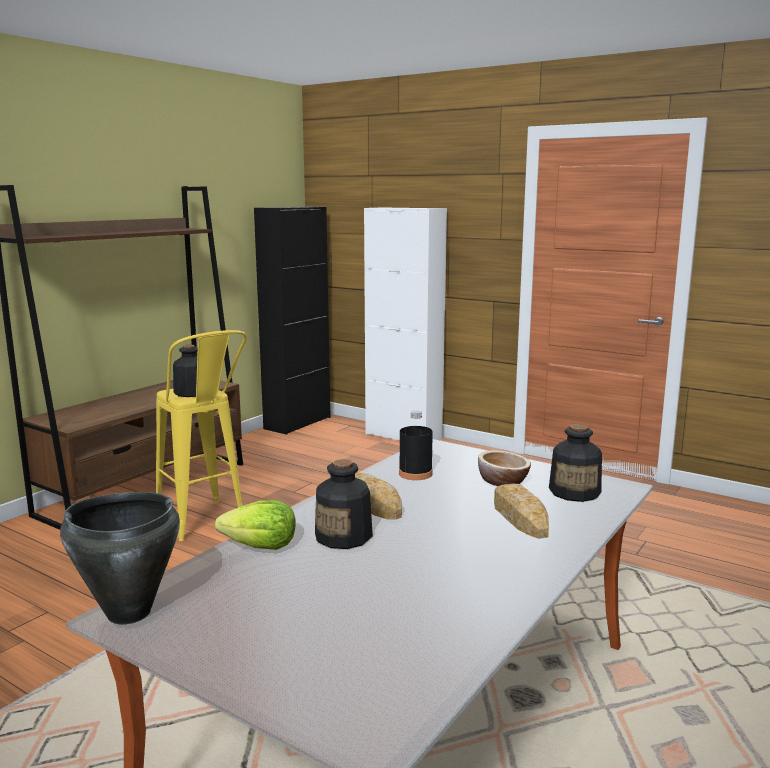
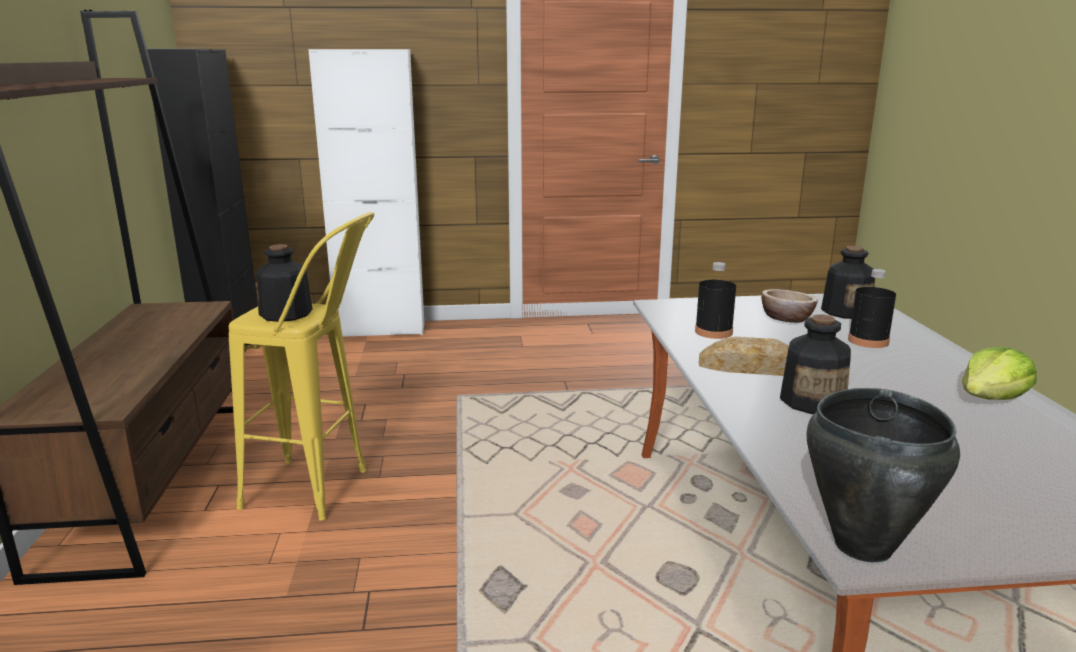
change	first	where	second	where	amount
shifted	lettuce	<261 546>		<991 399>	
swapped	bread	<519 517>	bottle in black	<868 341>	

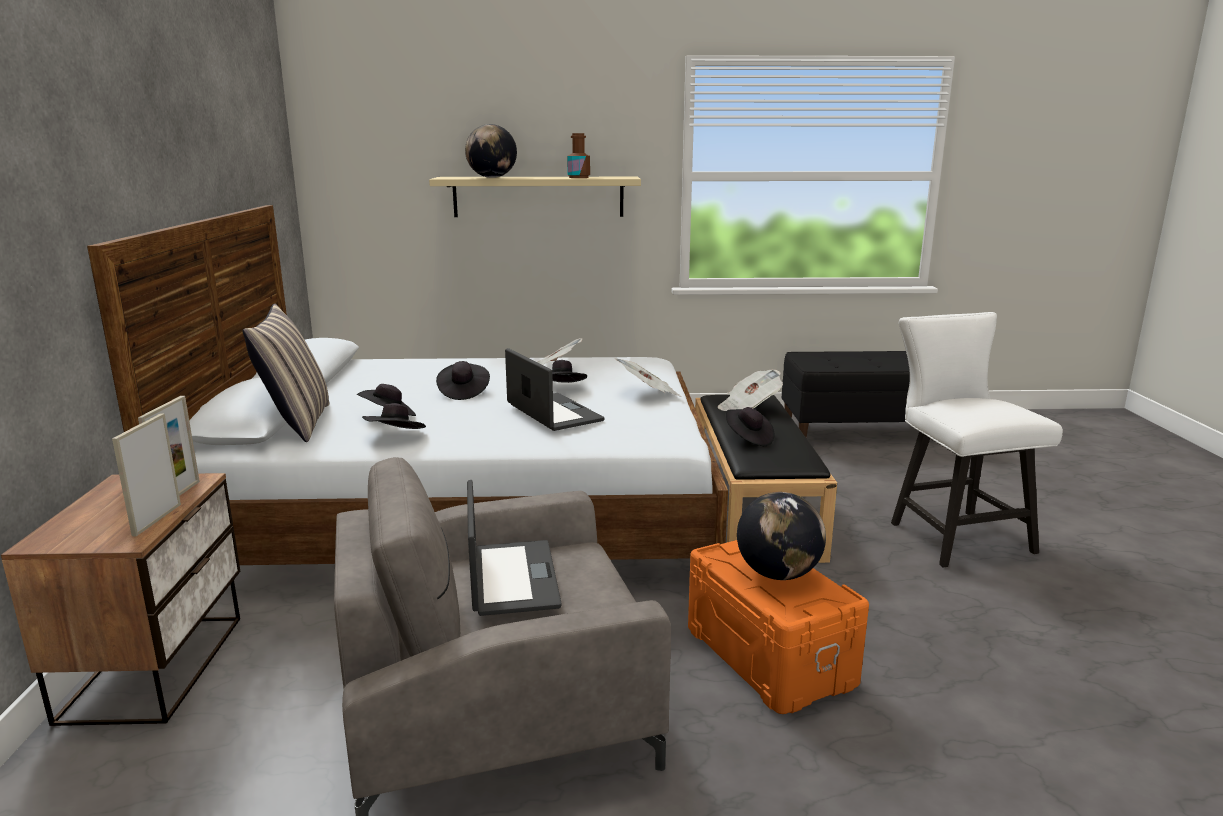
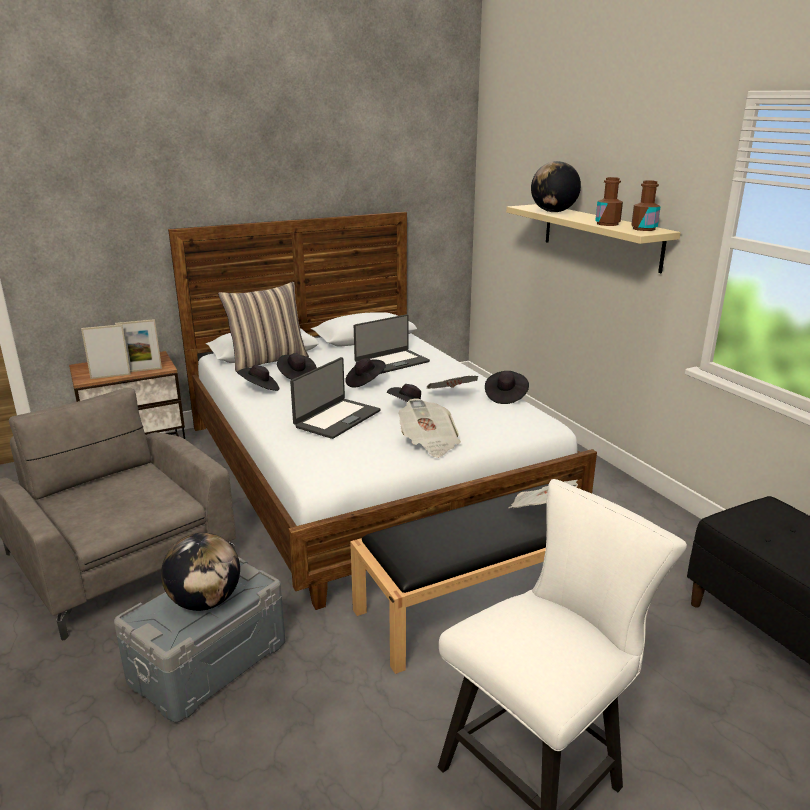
change	first	where	second	where	amount
new			bottle in brown	<644 229>	
shifted	laptop	<511 578>		<391 362>	
shifted	hat in black	<748 439>		<505 396>	
repainted	storage box in orange	<770 655>	storage box in grey	<210 663>	

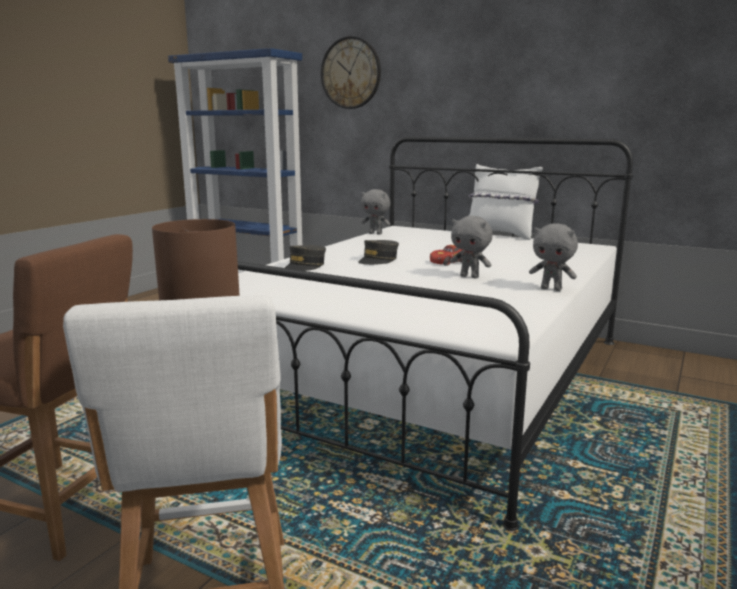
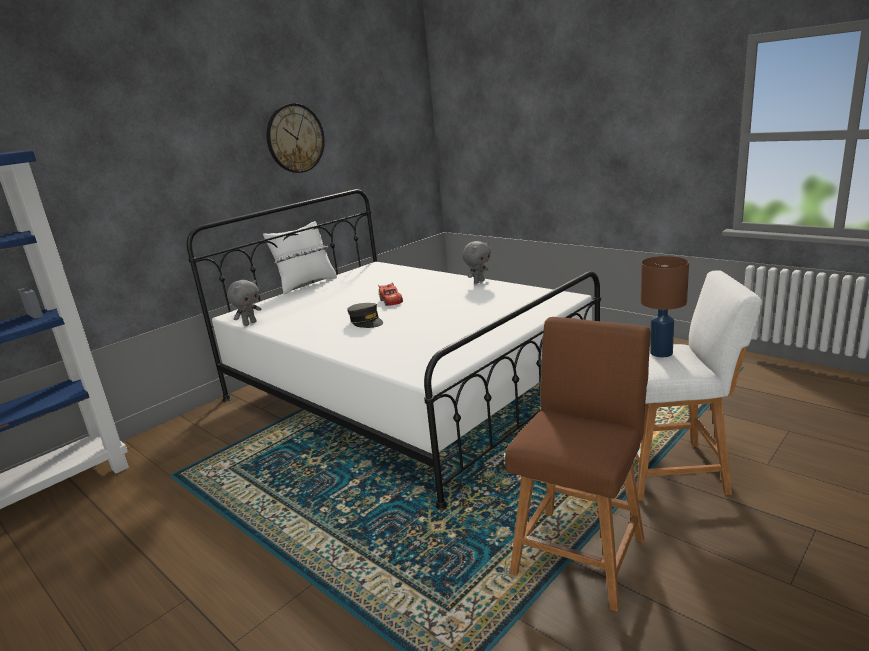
change	first	where	second	where	amount
gone	cap in grey	<305 266>			
gone	plush toy in grey	<470 276>			
shifted	wall clock	<351 73>		<295 138>	

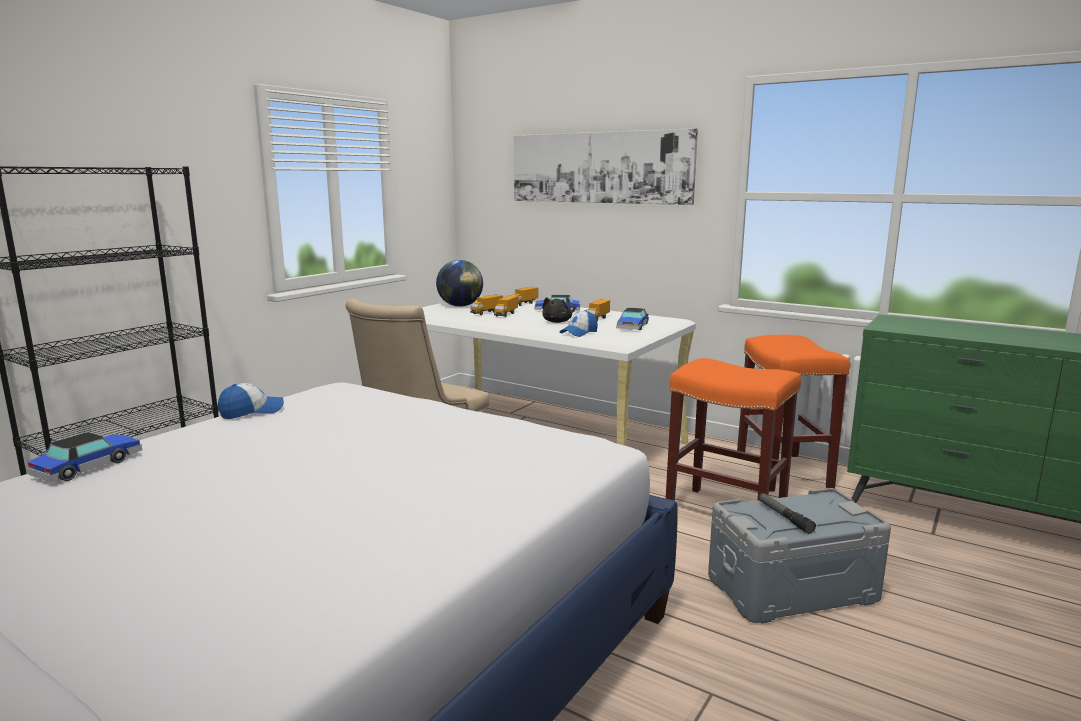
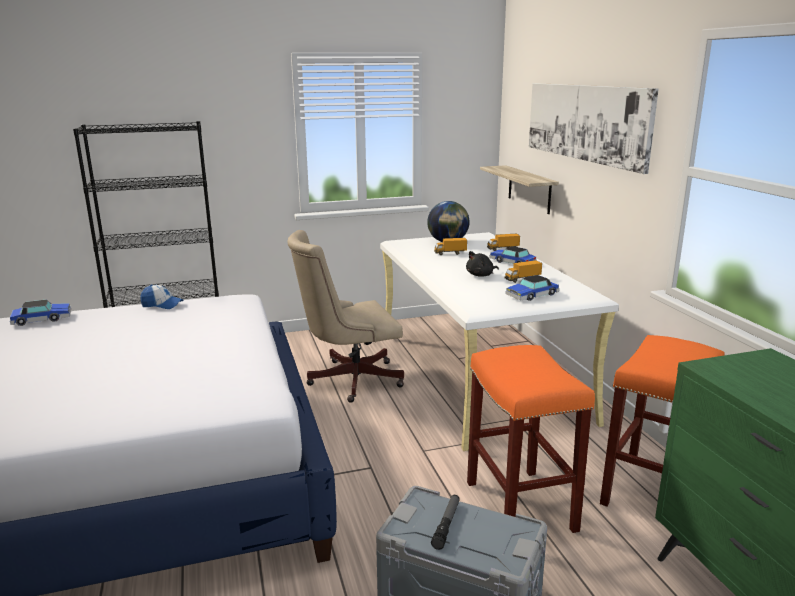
change	first	where	second	where	amount
gone	toy truck	<506 314>			
gone	cap	<579 333>			
new			shelf	<529 189>	

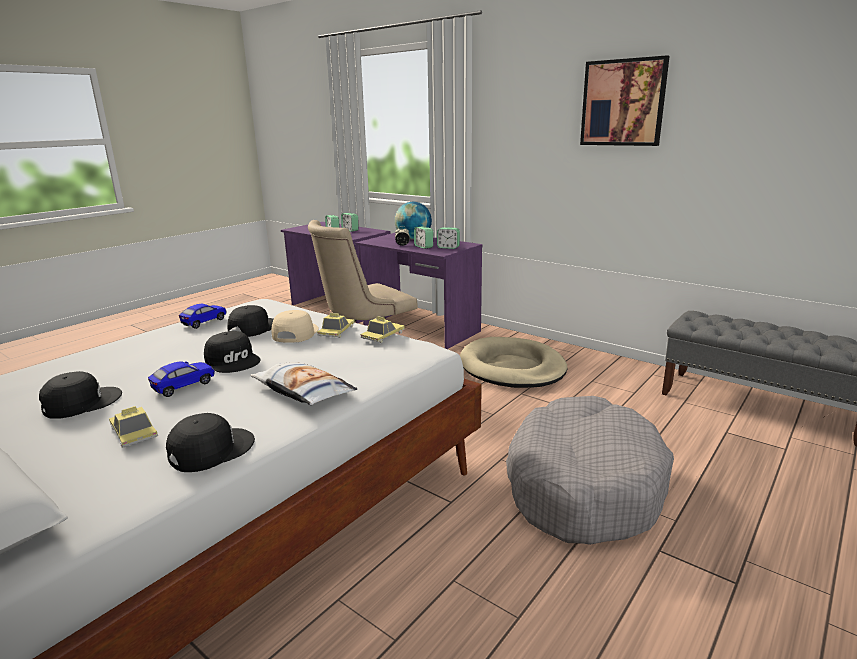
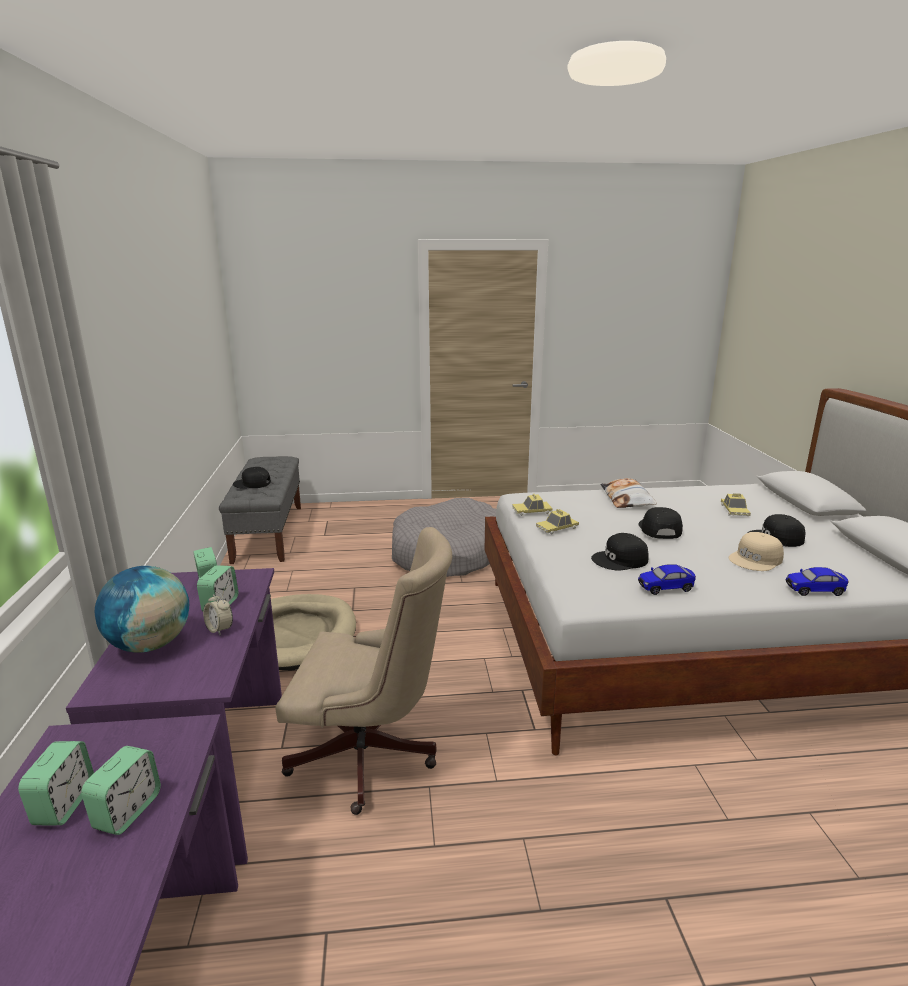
change	first	where	second	where	amount
gone	picture	<623 103>			
shifted	toy car	<184 386>		<814 590>	
shifted	cap in black	<210 449>		<252 484>	
shifted	cap in beige	<294 333>		<756 559>	

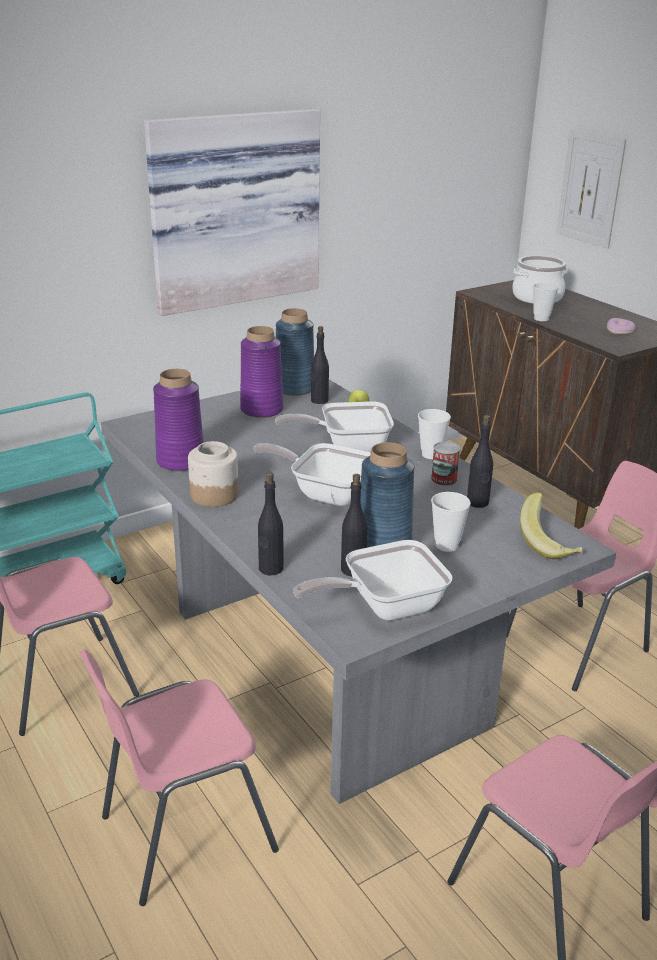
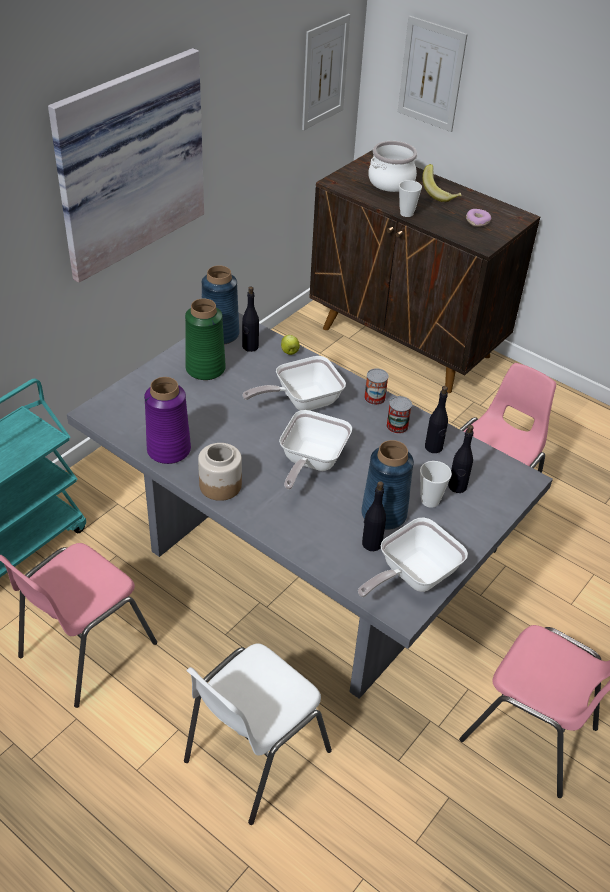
change	first	where	second	where	amount
new			picture	<325 72>	
shifted	bottle in black	<270 569>		<457 486>	
shifted	banana	<549 544>		<440 194>	
swapped	cup	<431 455>	can	<374 398>	
repainted	chair in pink	<183 833>	chair in white	<253 757>	
repainted	vase in purple	<262 409>	vase in green	<205 368>	
rotated	frying pan	<325 493>		<310 462>	75 degrees counterclockwise

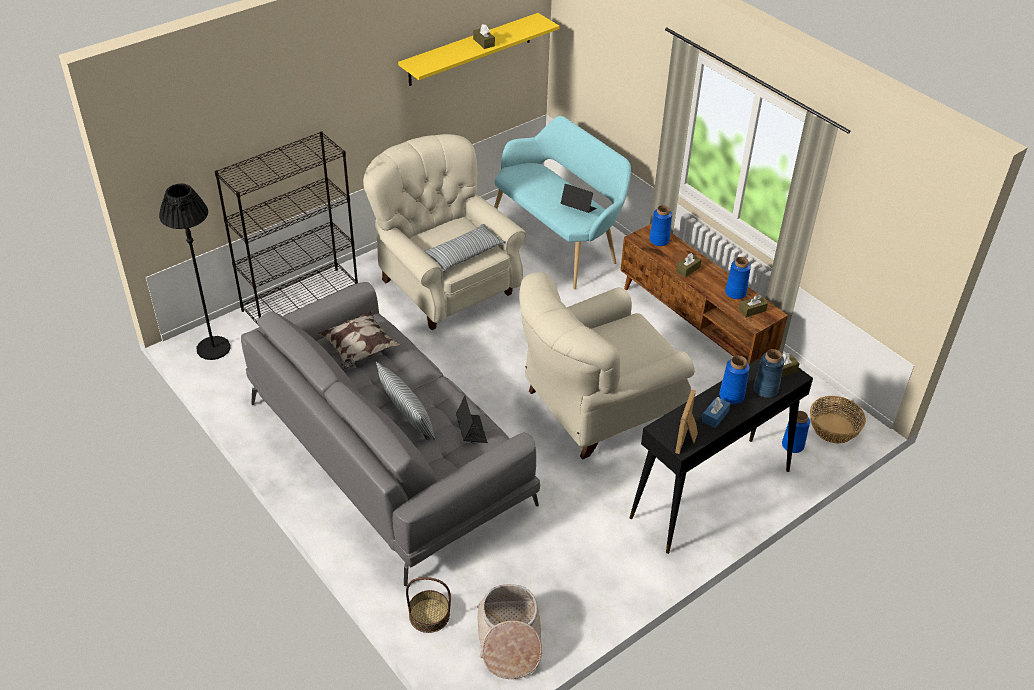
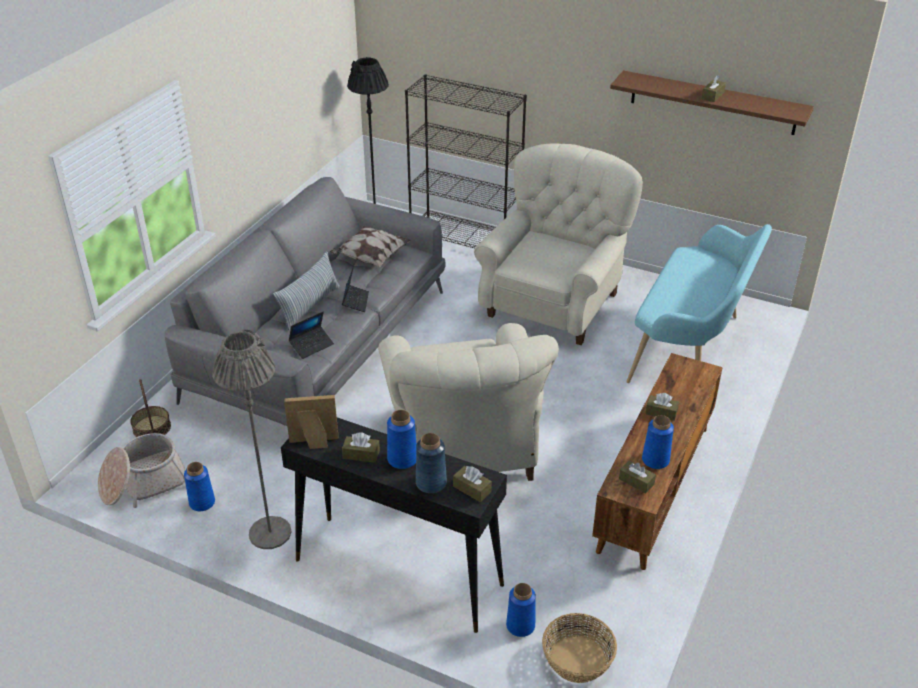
change	first	where	second	where	amount
gone	pillow	<463 254>			
new			floor lamp in grey	<270 533>	
shifted	laptop	<578 209>		<355 301>	
shifted	vase in blue	<659 240>		<202 502>	
repainted	shelf in yellow	<470 49>	shelf in brown	<713 103>	
repainted	tissue box in blue	<715 416>	tissue box in brown	<361 454>	
rotated	armchair in beige	<595 408>		<464 450>	135 degrees counterclockwise

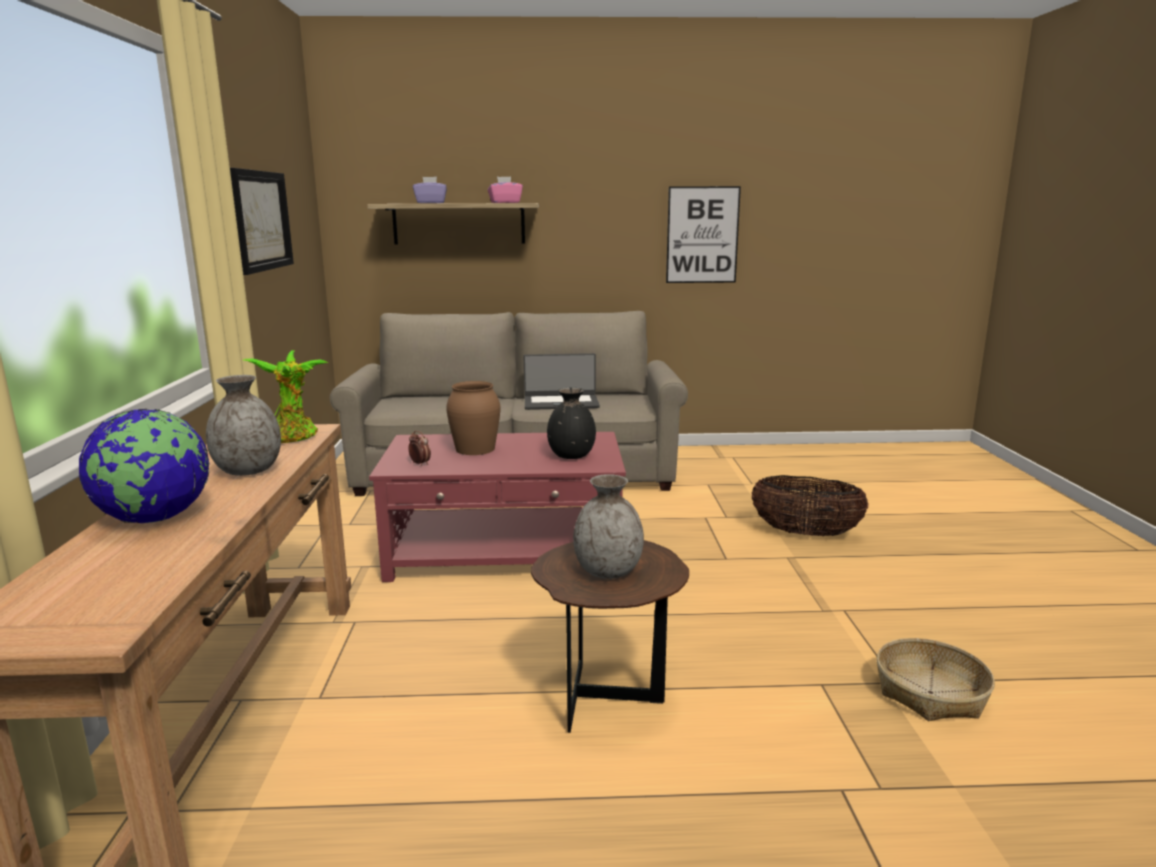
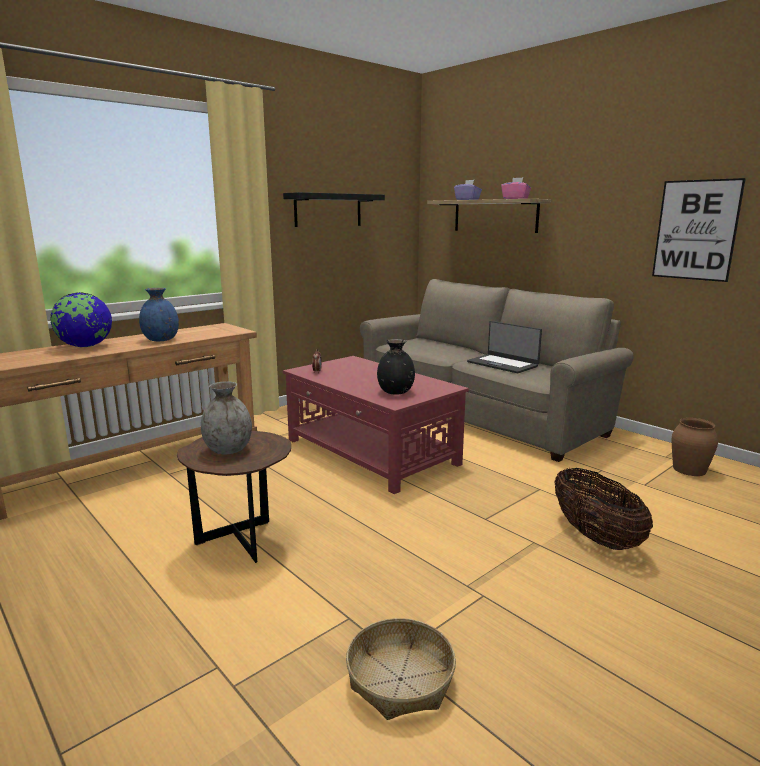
change	first	where	second	where	amount
gone	potted plant	<291 437>			
shifted	vase in brown	<475 449>		<689 469>	
swapped	picture	<261 220>	shelf in black	<328 210>	
repainted	vase in grey	<248 471>	vase in blue	<161 340>	

